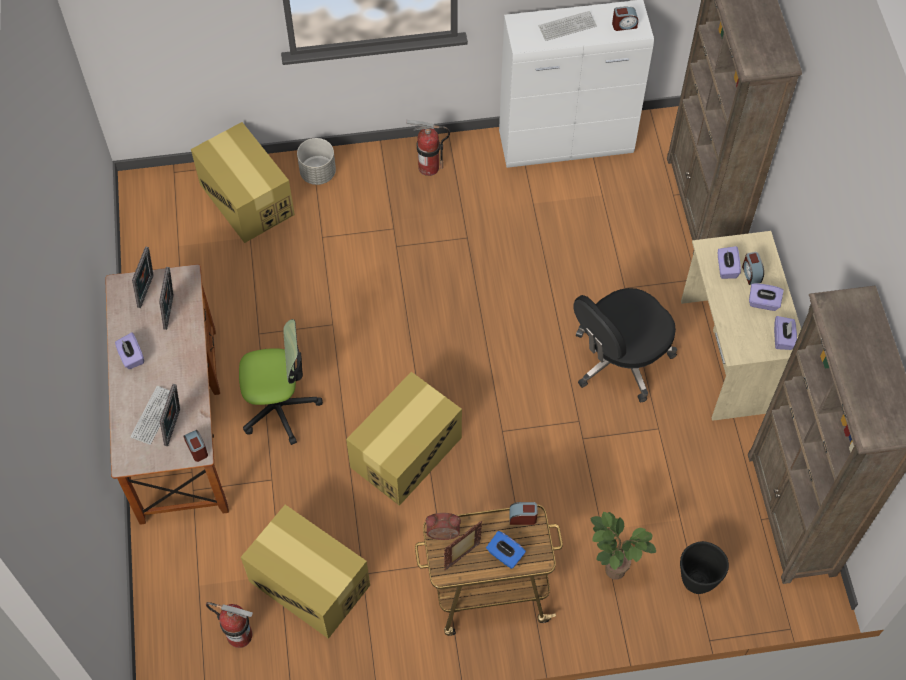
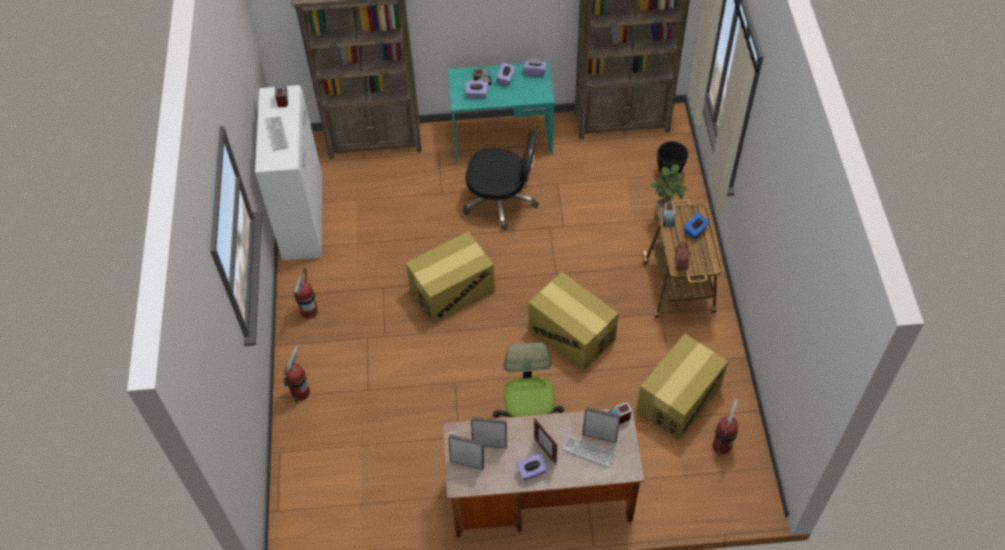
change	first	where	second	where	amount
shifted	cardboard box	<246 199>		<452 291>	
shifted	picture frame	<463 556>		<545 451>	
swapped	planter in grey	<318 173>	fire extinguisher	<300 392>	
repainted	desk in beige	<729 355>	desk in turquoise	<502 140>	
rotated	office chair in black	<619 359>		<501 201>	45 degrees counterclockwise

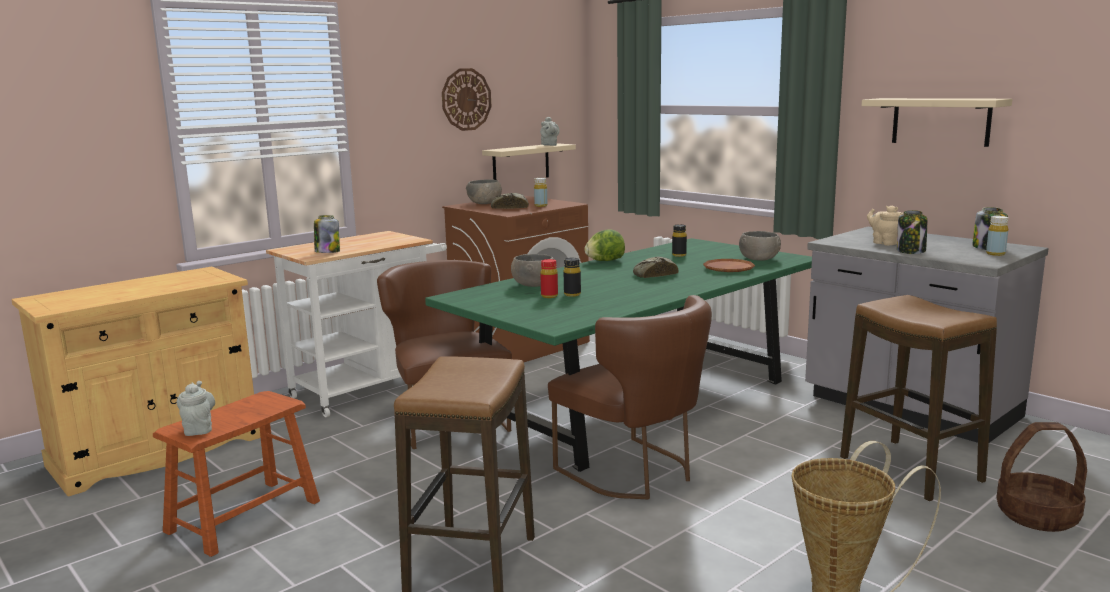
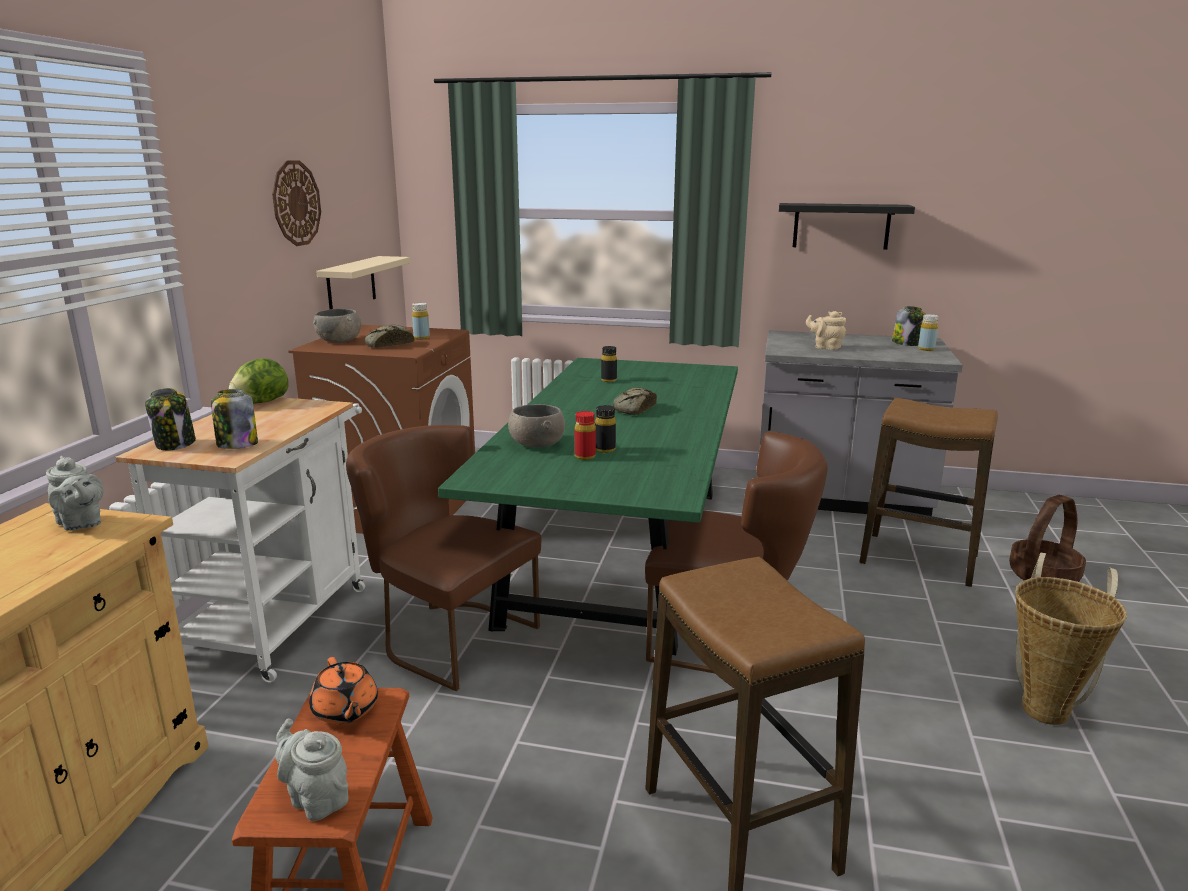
change	first	where	second	where	amount
gone	plate in brown	<728 269>			
gone	bowl in grey	<758 259>			
new			teapot in orange	<345 711>	
shifted	teapot in grey	<549 145>		<80 524>	
shifted	lettuce	<605 261>		<261 402>	
shifted	jar	<911 251>		<175 444>	
repainted	shelf in beige	<940 121>	shelf in black	<841 226>	

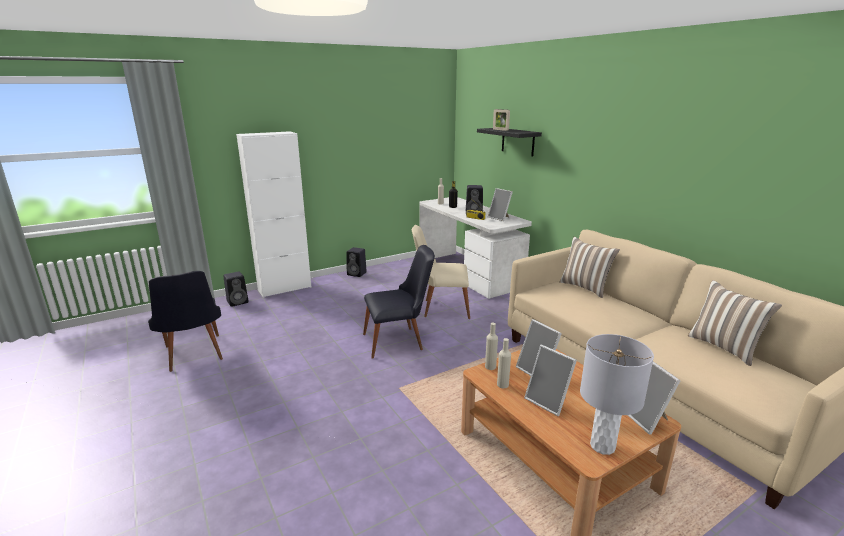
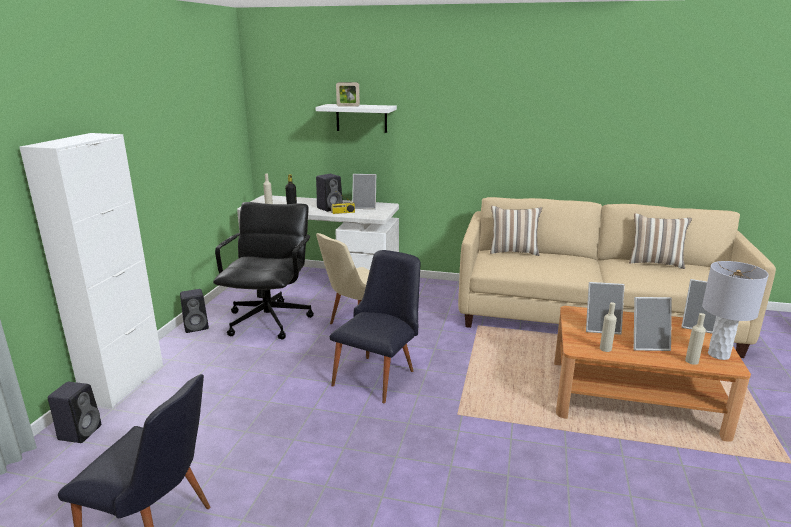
change	first	where	second	where	amount
new			office chair in black	<270 320>	
shifted	bottle in beige	<490 366>		<691 361>	
repainted	shelf in black	<518 141>	shelf in white	<361 118>	

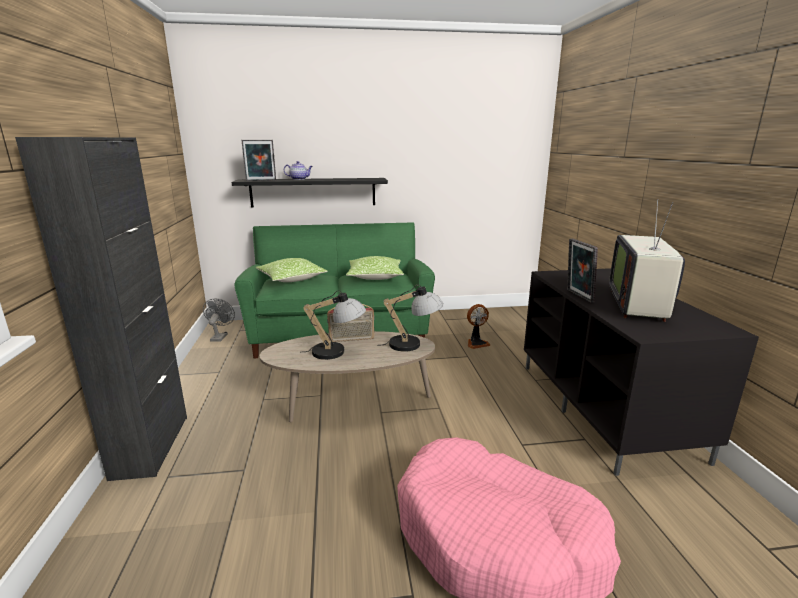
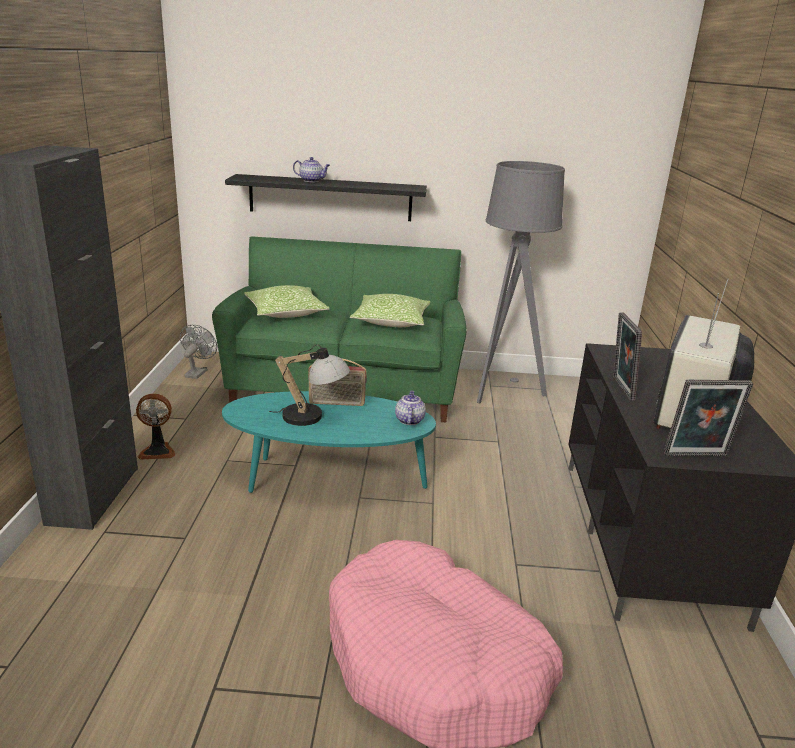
change	first	where	second	where	amount
new			floor lamp in grey	<503 390>	
shifted	picture frame	<261 180>		<697 457>	
shifted	fan	<476 343>		<158 451>	
swapped	table lamp	<413 344>	teapot	<409 420>	
repainted	coffee table in beige	<351 403>	coffee table in turquoise	<328 480>	

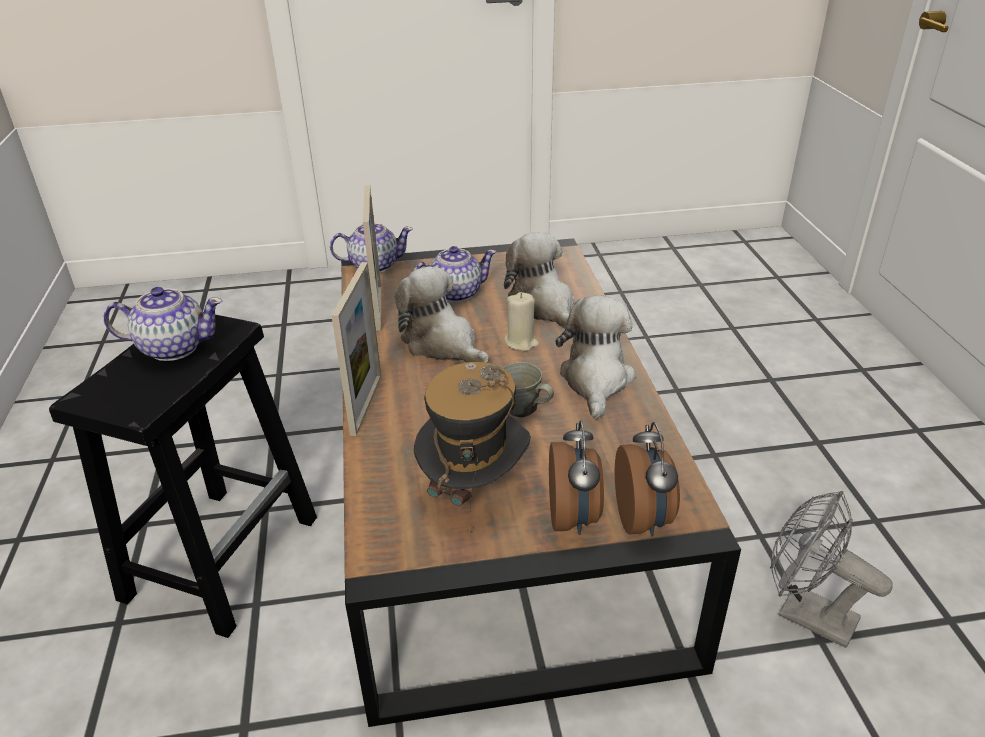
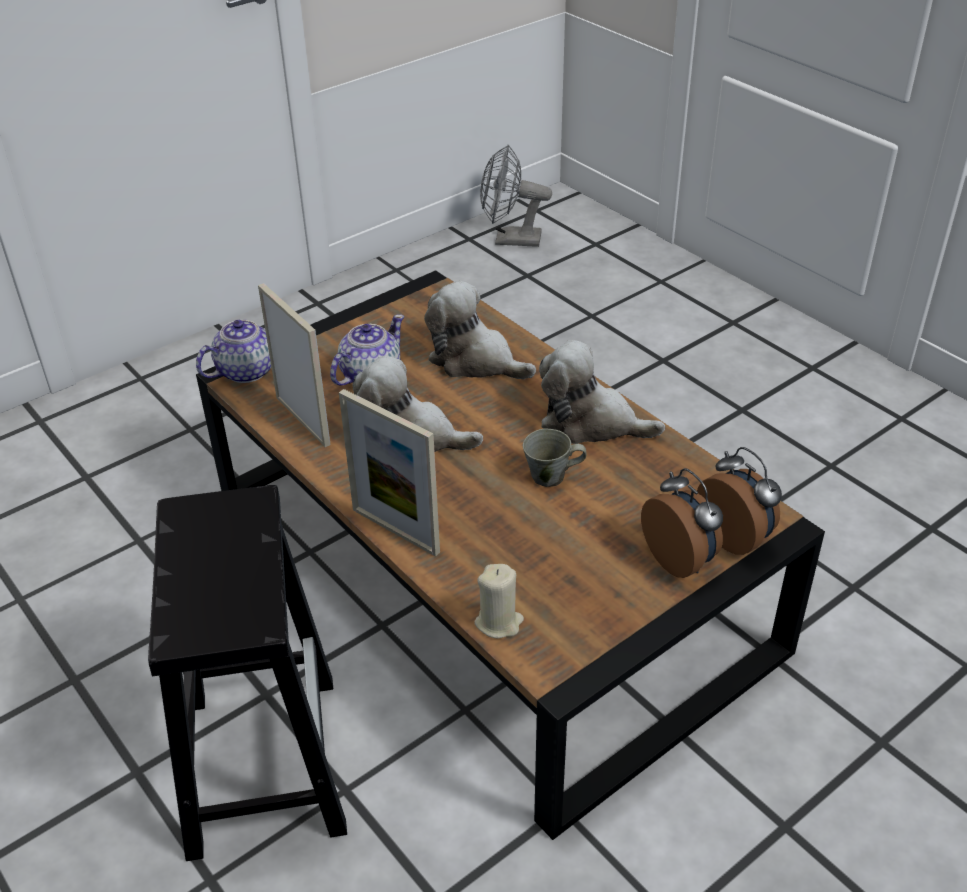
change	first	where	second	where	amount
gone	teapot	<173 347>			
gone	hat	<474 491>			
shifted	candle in beige	<521 342>		<499 622>	
shifted	fan in grey	<805 614>		<510 240>	
rotated	picture frame	<366 404>		<395 531>	150 degrees clockwise
rotated	plush toy	<596 380>		<591 422>	45 degrees counterclockwise

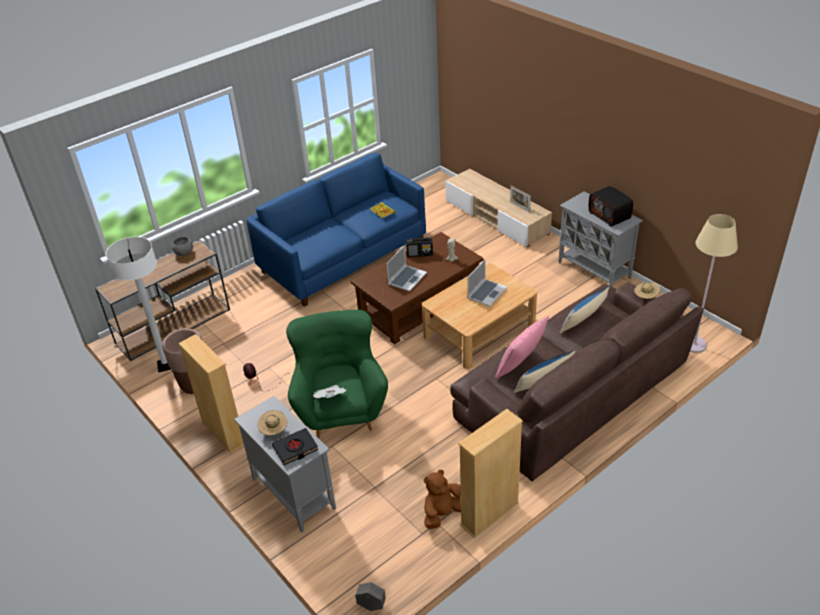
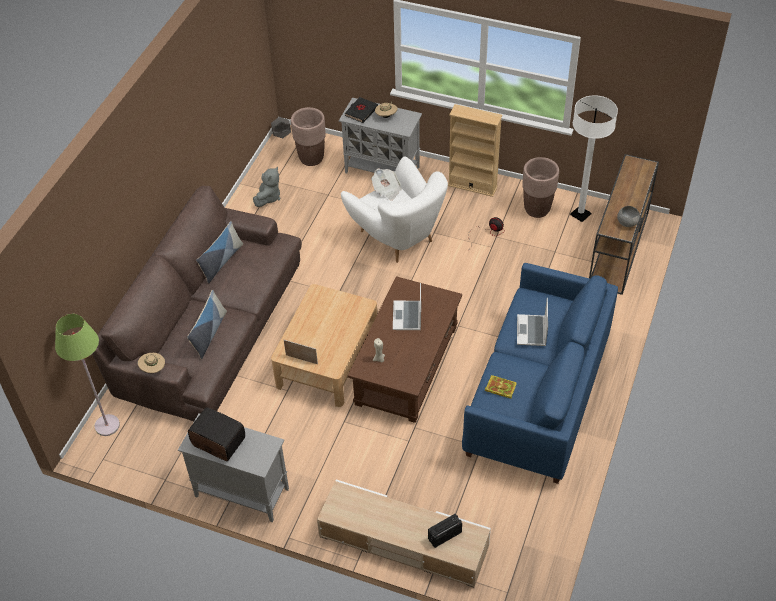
change	first	where	second	where	amount
gone	bookcase in beige	<489 514>			
gone	pillow in pink	<520 366>			
new			planter in brown	<311 158>	
shifted	radio	<420 254>		<444 536>	
shifted	laptop	<486 293>		<532 331>	
shifted	picture frame	<520 207>		<301 359>	
repainted	armchair in green	<341 409>	armchair in white	<398 237>	
repainted	plush toy in brown	<442 513>	plush toy in grey	<268 197>	
repainted	floor lamp in beige	<694 345>	floor lamp in green	<107 425>	

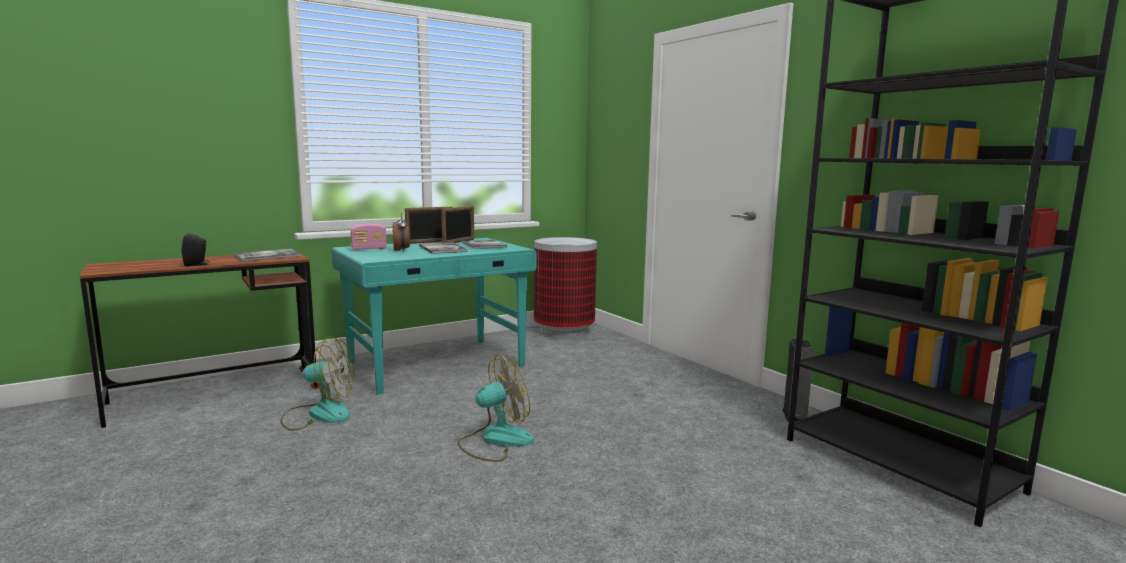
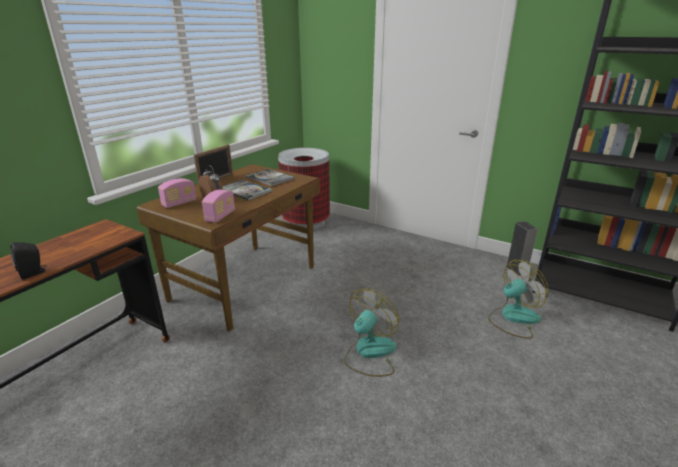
change	first	where	second	where	amount
gone	book	<268 256>			
gone	picture frame	<459 242>			
new			radio	<220 216>	
shifted	fan	<318 414>		<513 318>	
repainted	desk in turquoise	<438 365>	desk in brown	<246 283>	

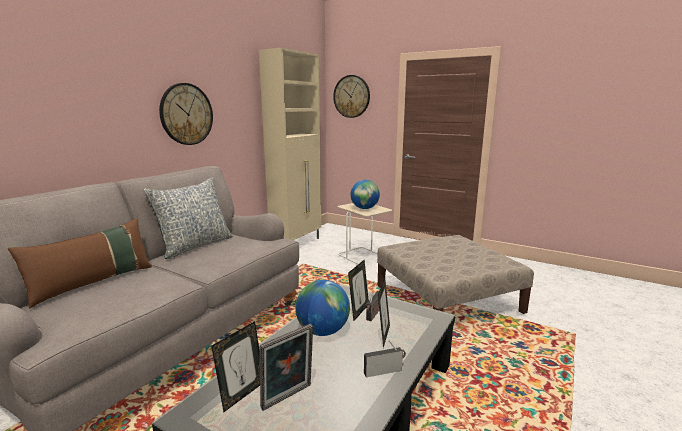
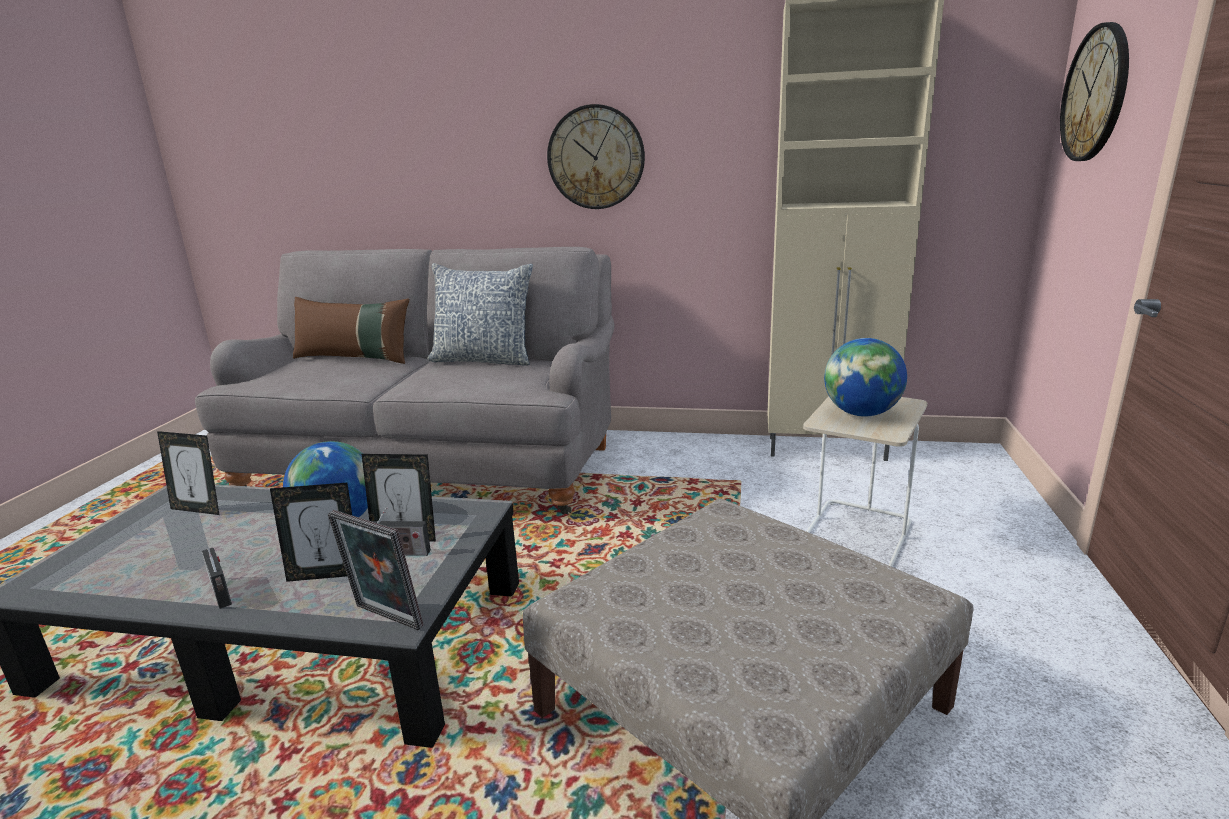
change	first	where	second	where	amount
shifted	picture frame	<288 398>		<385 619>	

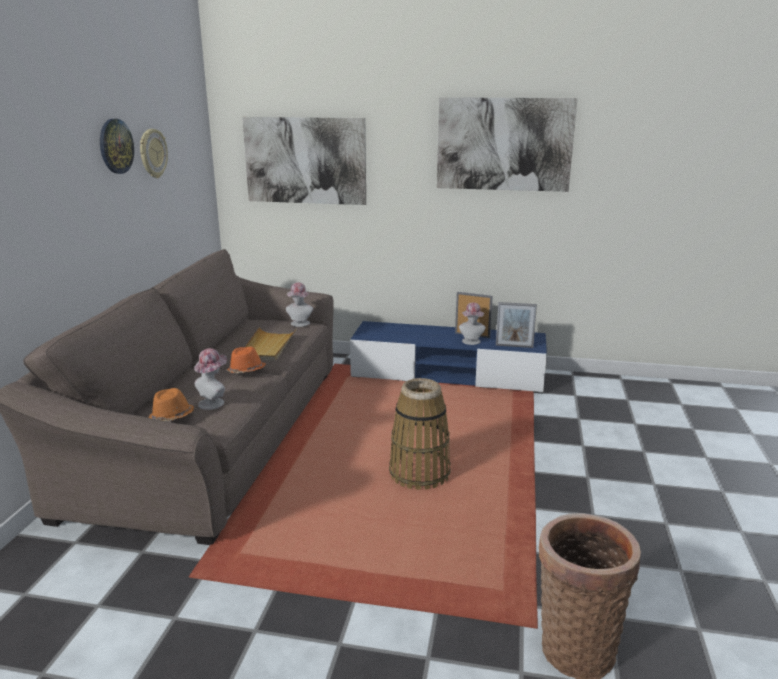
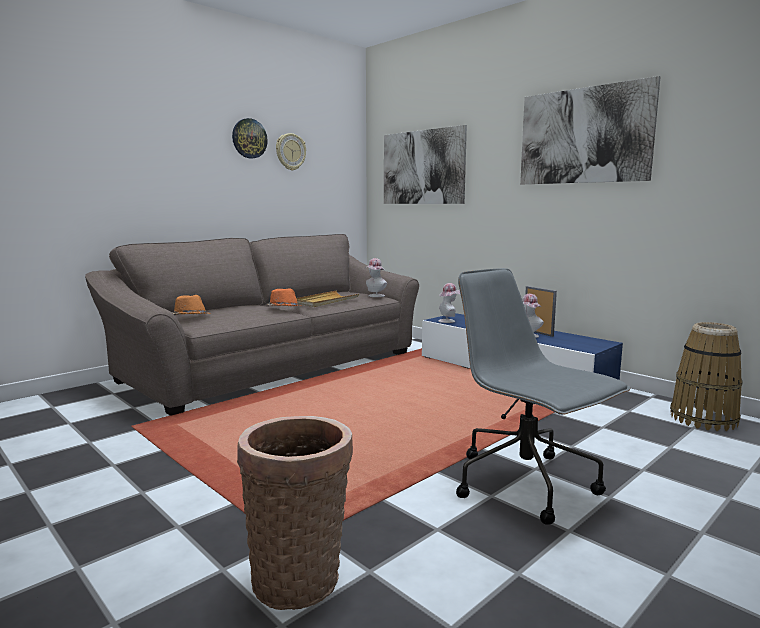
change	first	where	second	where	amount
gone	picture frame	<514 346>			
new			office chair in grey	<526 485>	
shifted	hat	<214 402>		<448 321>	
shifted	basket	<419 473>		<703 419>	

